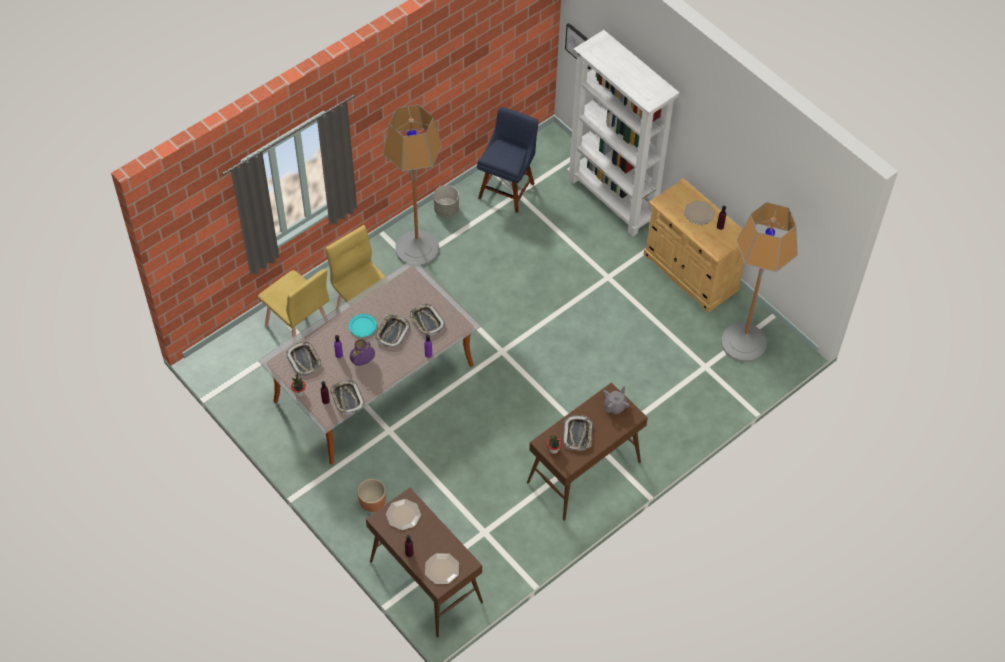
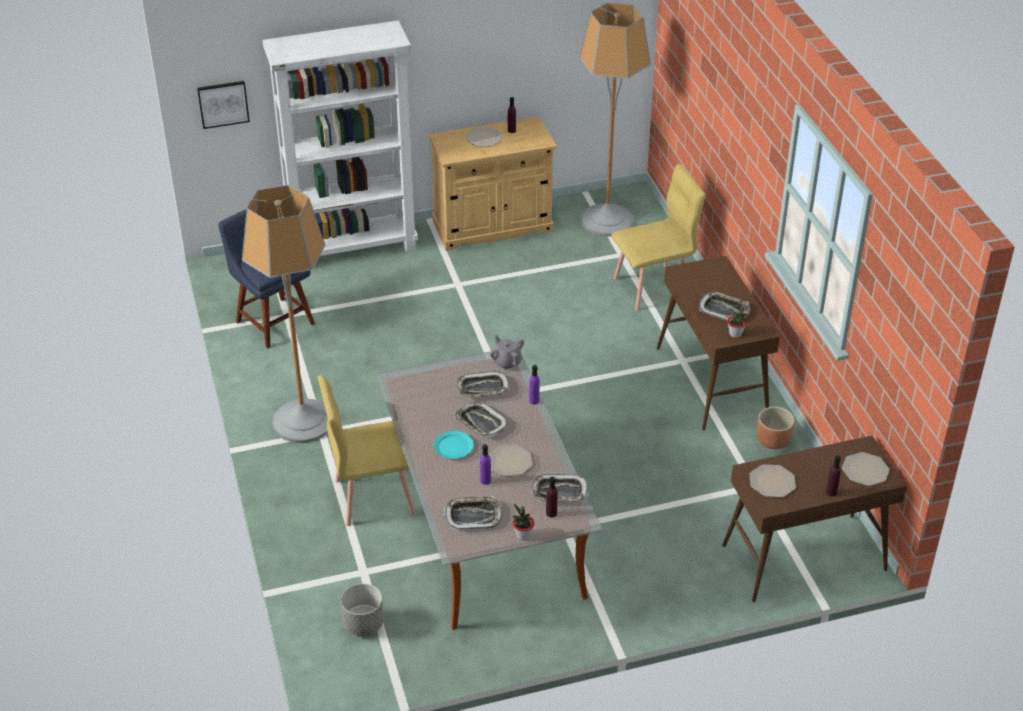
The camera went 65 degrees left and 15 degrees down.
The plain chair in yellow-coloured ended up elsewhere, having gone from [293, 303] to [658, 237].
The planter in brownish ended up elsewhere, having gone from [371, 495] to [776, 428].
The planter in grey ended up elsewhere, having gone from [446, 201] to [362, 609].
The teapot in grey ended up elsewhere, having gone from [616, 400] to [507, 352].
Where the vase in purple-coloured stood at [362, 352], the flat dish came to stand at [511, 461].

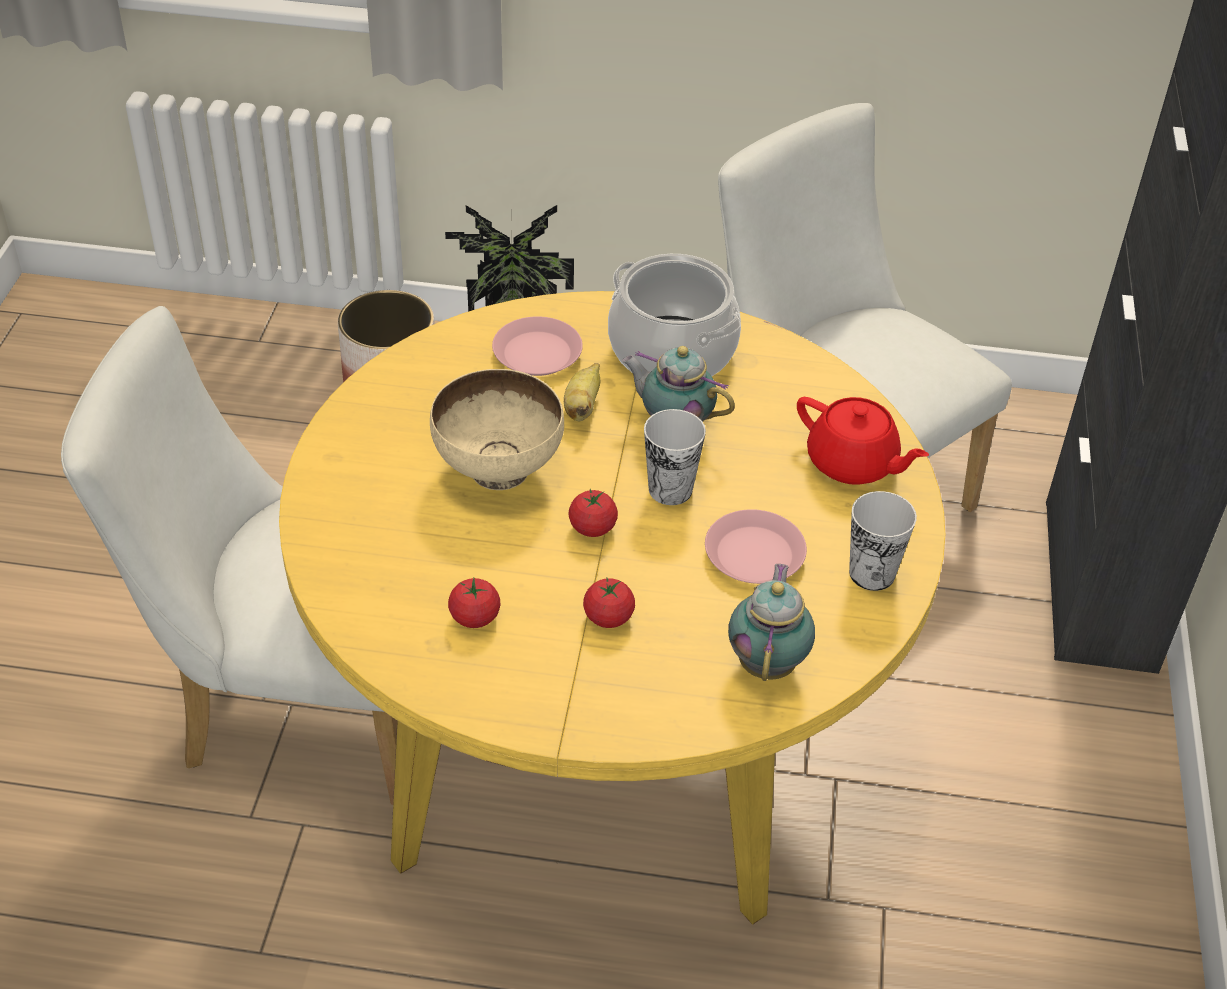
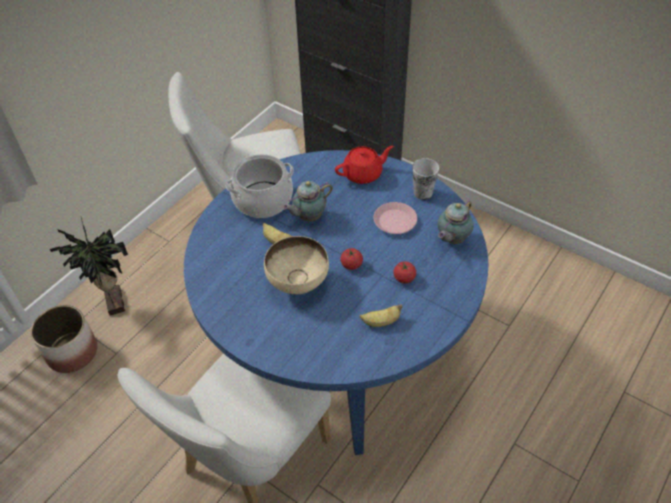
The camera went 60 degrees left and 5 degrees up.
The second view lost the flat dish in pink at [537, 346].
The second view lost the drinking cup at [675, 457].
Where the tomato stood at [474, 603], the banana fruit came to stand at [381, 315].
What was the kitchen table in yellow-coloured at [612, 608] turned into the kitchen table in blue-coloured at [336, 302].
The teapot at [771, 622] ended up facing another way, 90 degrees counterclockwise from before.

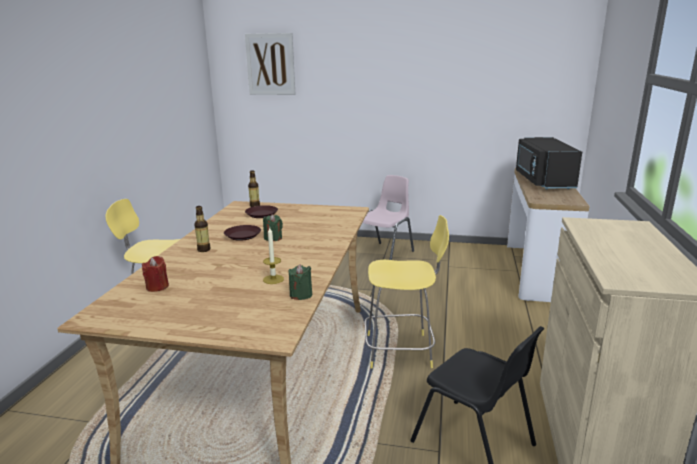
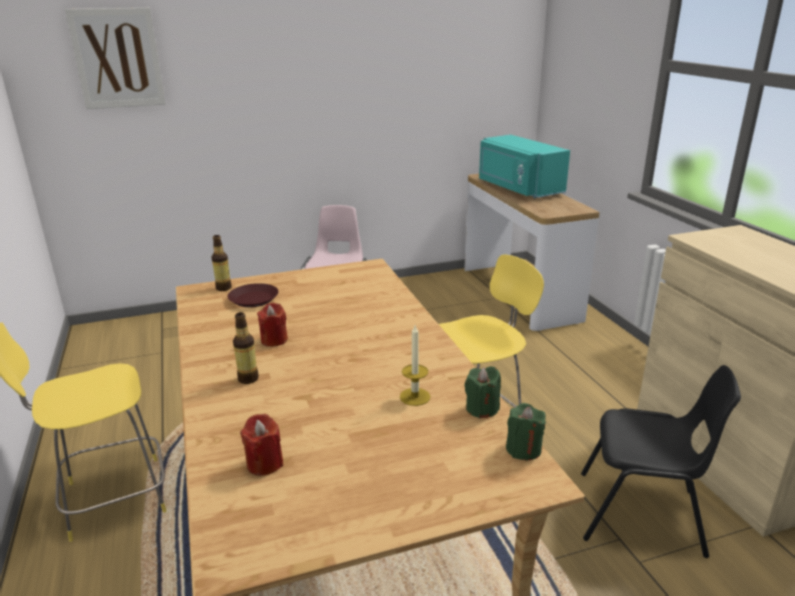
The camera went 30 degrees left and 5 degrees up.
The wax candle in greenish ended up elsewhere, having gone from [273, 227] to [526, 431].
Where the flat dish in brownish stood at [242, 233], the wax candle in red came to stand at [272, 325].
What was the kitchen microwave in black at [549, 163] turned into the kitchen microwave in turquoise at [524, 166].

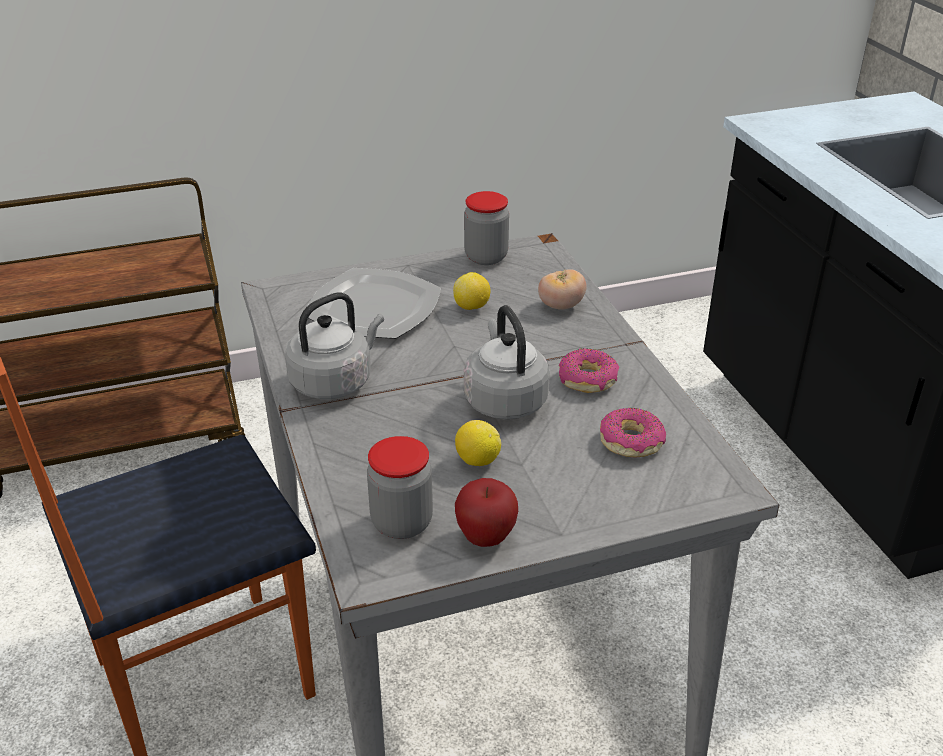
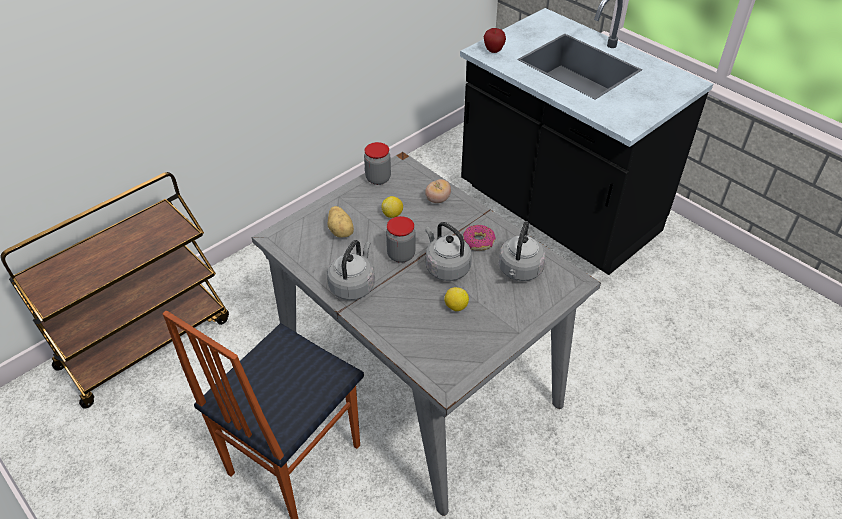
The camera went 25 degrees left and 10 degrees up.
The jar ended up elsewhere, having gone from [400, 487] to [401, 239].
The apple ended up elsewhere, having gone from [486, 512] to [495, 40].
Where the flat dish stood at [374, 303], the whole potato came to stand at [341, 222].
Where the doughnut stood at [633, 433], the tea kettle in grey came to stand at [522, 251].

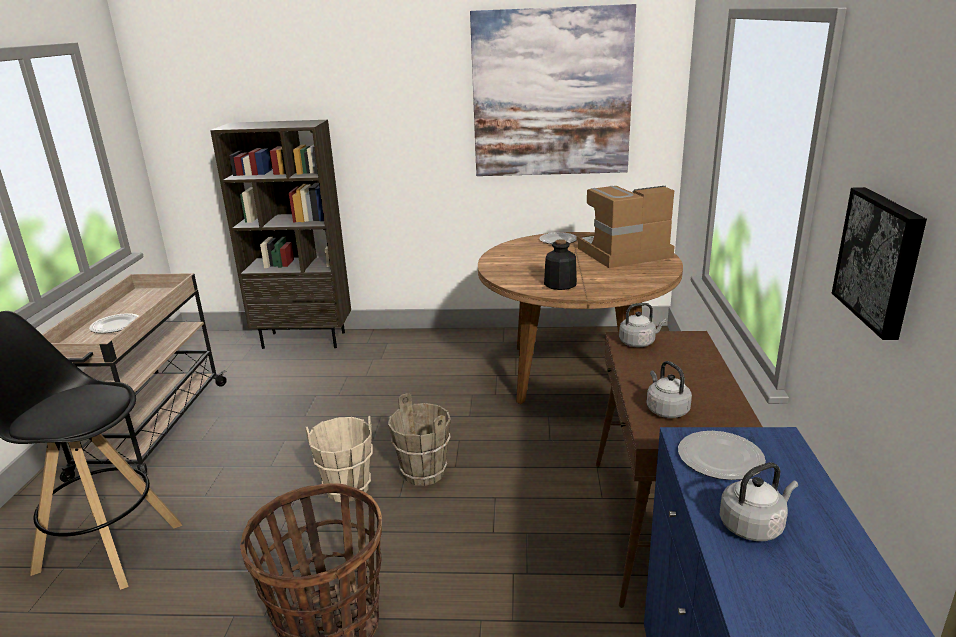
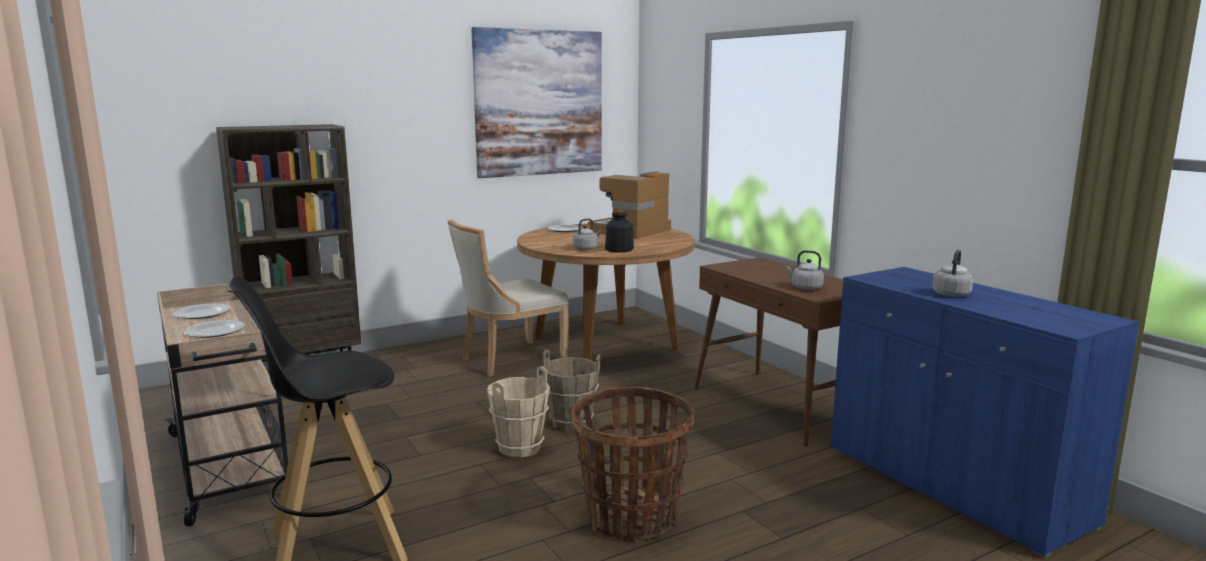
The camera went 35 degrees left and 10 degrees down.
The second view lost the wall picture at [879, 263].
The second view gained the plain chair in beige at [508, 298].
The tea kettle in grey ended up elsewhere, having gone from [642, 325] to [587, 234].
The flat dish ended up elsewhere, having gone from [722, 455] to [202, 311].

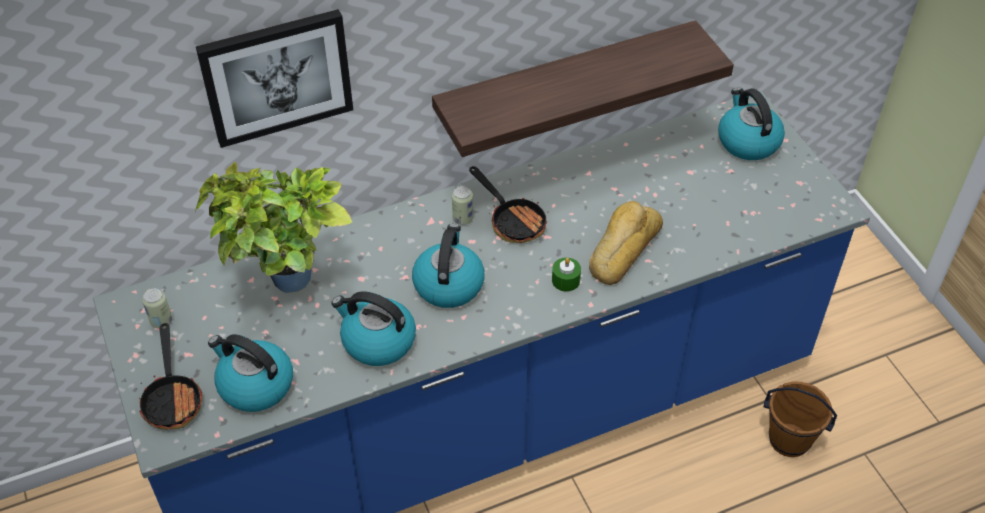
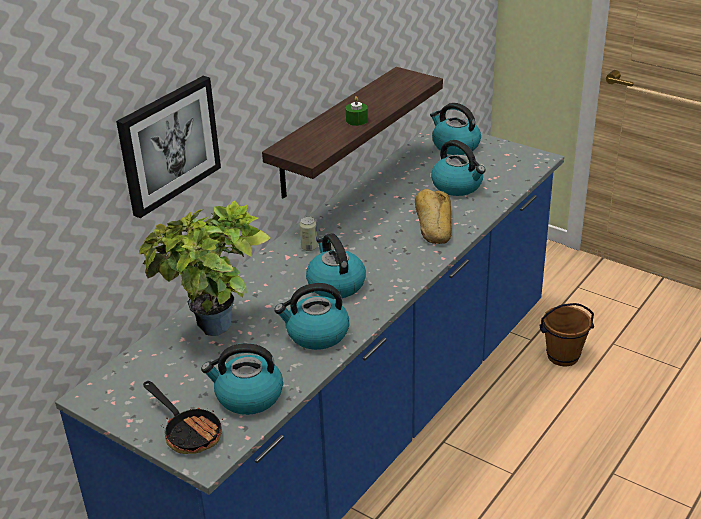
The camera went 30 degrees left and 15 degrees down.
The second view lost the can at [157, 308].
The second view lost the skillet at [509, 204].
The second view gained the tea kettle at [458, 168].
The wax candle in greenish ended up elsewhere, having gone from [566, 275] to [357, 111].

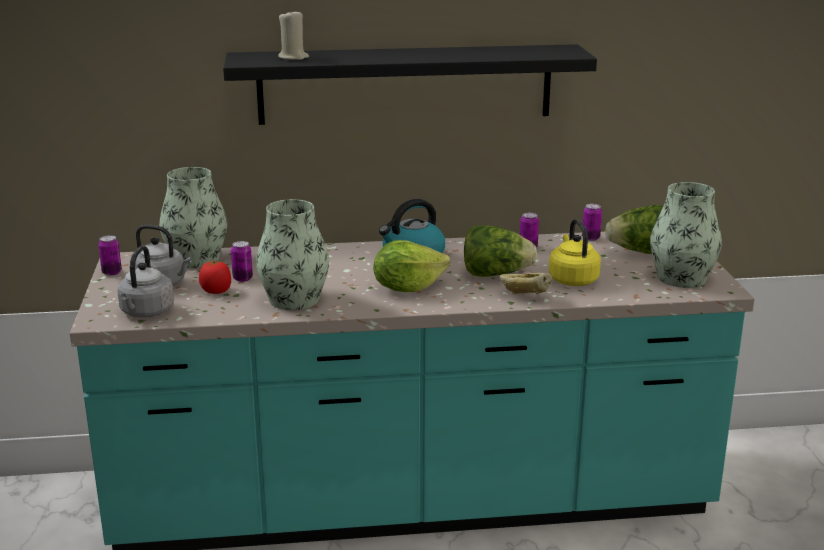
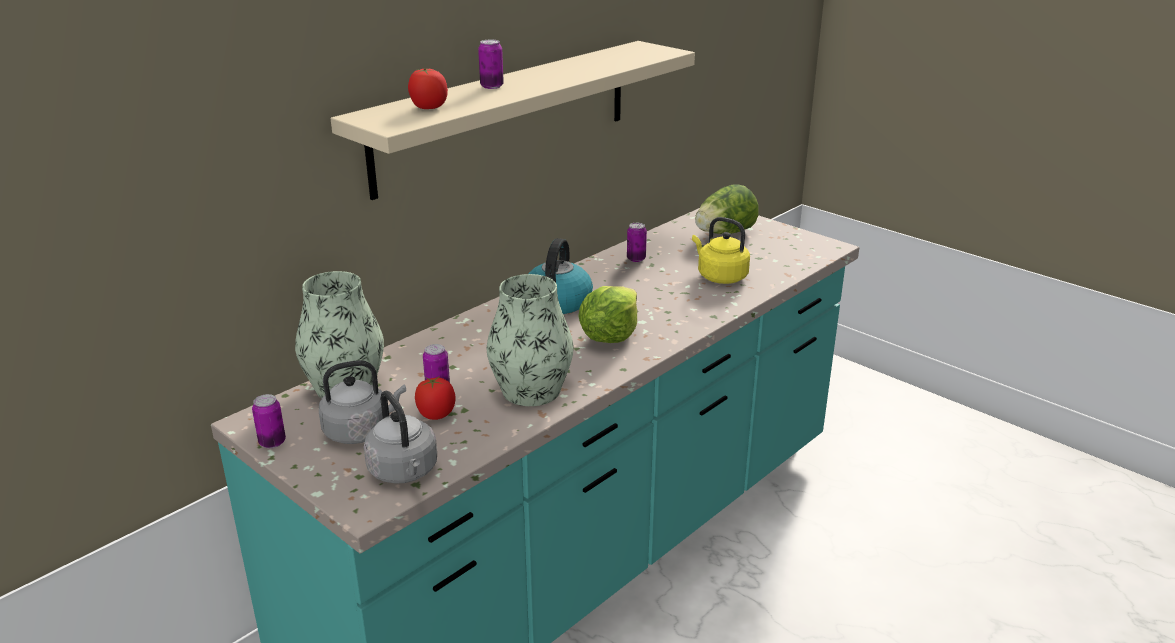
The camera went 40 degrees left and 5 degrees up.
The second view lost the head of lettuce at [500, 251].
The second view lost the baked bread at [526, 283].
The second view lost the vase at [686, 235].
The can ended up elsewhere, having gone from [592, 222] to [491, 64].
Where the wax candle in beige stood at [293, 34], the tomato came to stand at [428, 88].
What was the shelf in black at [410, 84] turned into the shelf in beige at [513, 120].

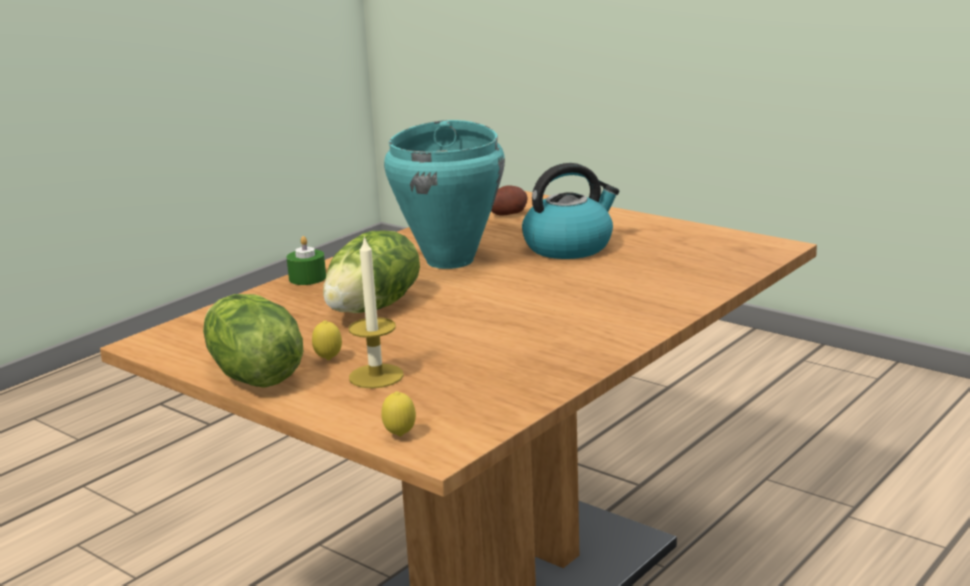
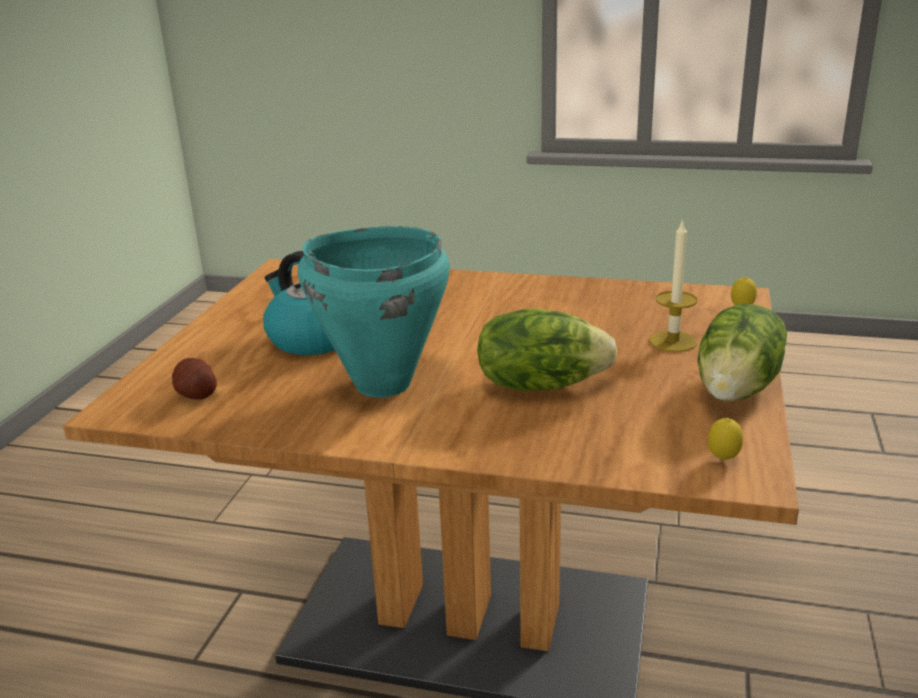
The camera went 115 degrees left and 5 degrees up.
The second view lost the wax candle in greenish at [306, 260].
The lemon ended up elsewhere, having gone from [327, 340] to [725, 439].

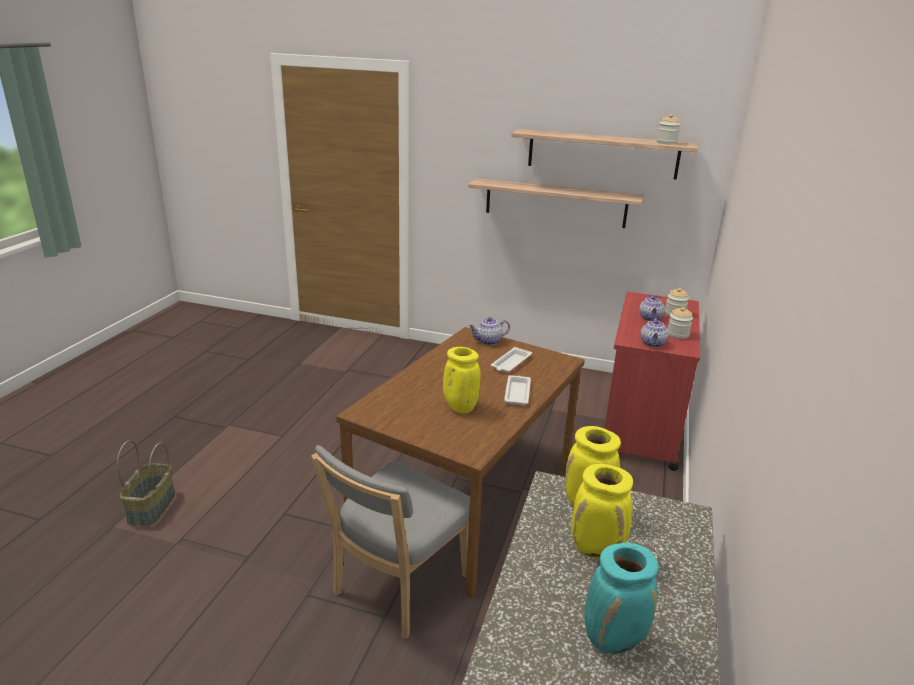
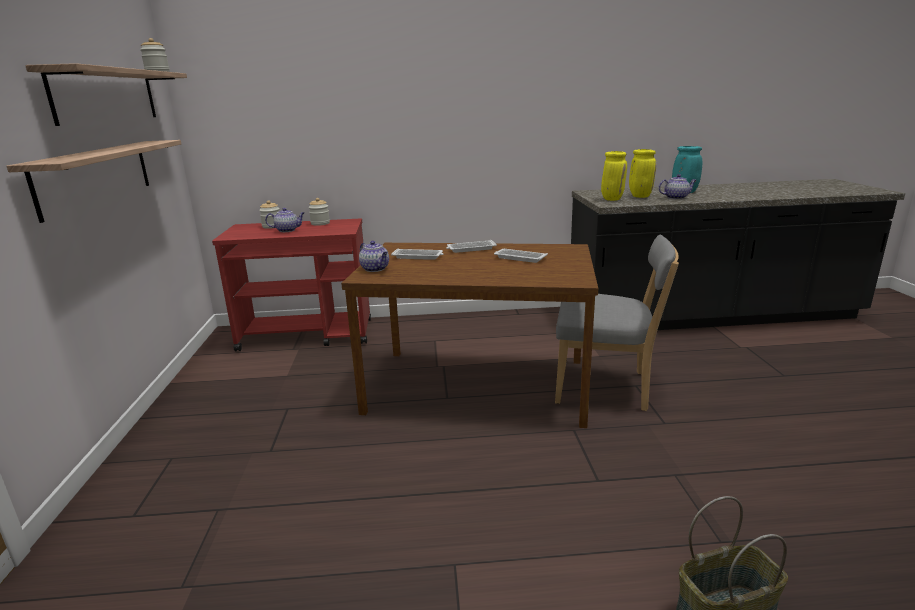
The camera went 110 degrees left and 5 degrees down.
The teapot ended up elsewhere, having gone from [654, 332] to [677, 186].
Where the vase in yellow-coloured stood at [462, 380], the serving tray in white-coloured came to stand at [521, 256].

